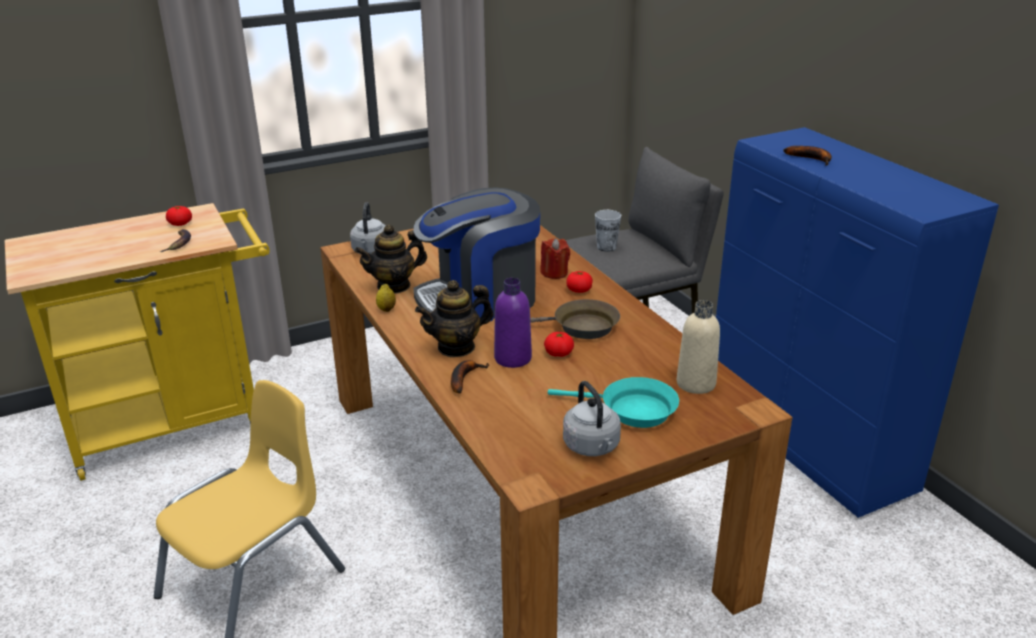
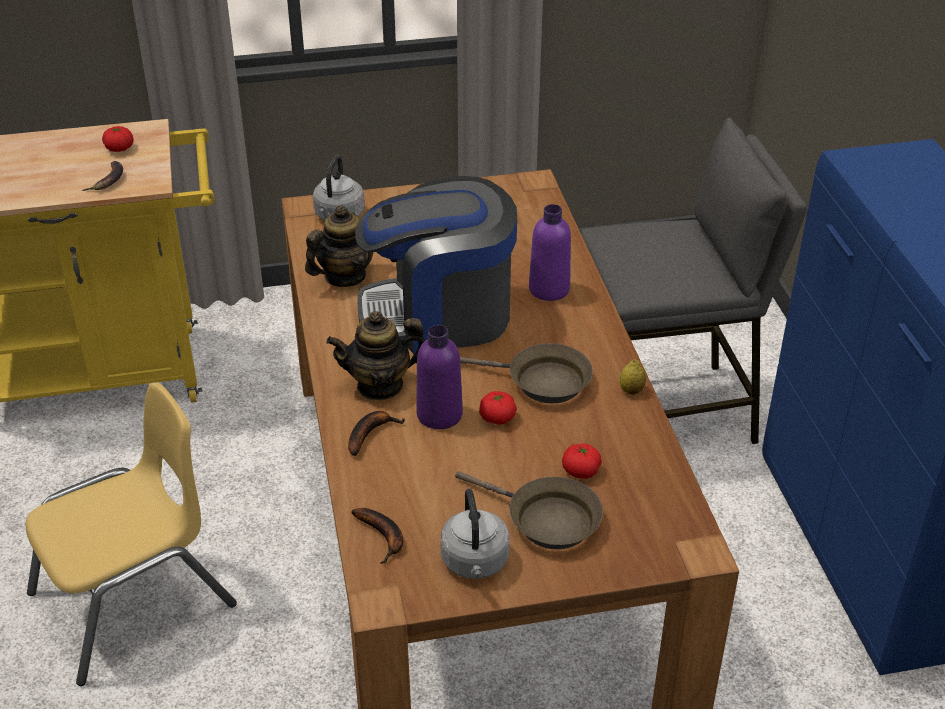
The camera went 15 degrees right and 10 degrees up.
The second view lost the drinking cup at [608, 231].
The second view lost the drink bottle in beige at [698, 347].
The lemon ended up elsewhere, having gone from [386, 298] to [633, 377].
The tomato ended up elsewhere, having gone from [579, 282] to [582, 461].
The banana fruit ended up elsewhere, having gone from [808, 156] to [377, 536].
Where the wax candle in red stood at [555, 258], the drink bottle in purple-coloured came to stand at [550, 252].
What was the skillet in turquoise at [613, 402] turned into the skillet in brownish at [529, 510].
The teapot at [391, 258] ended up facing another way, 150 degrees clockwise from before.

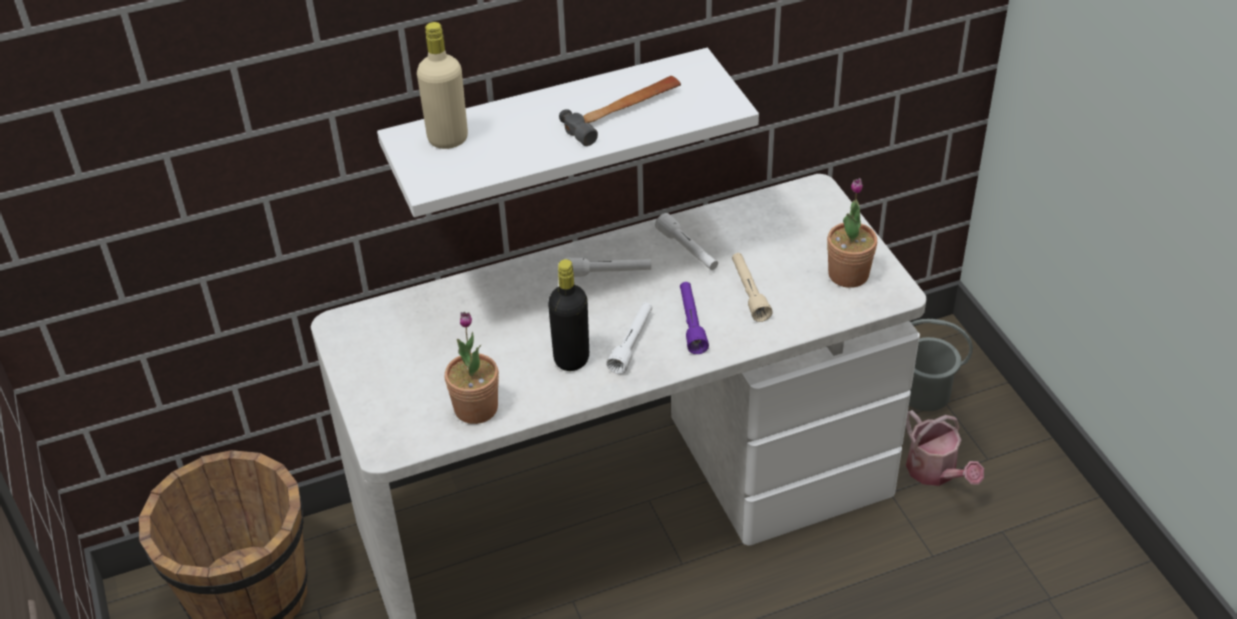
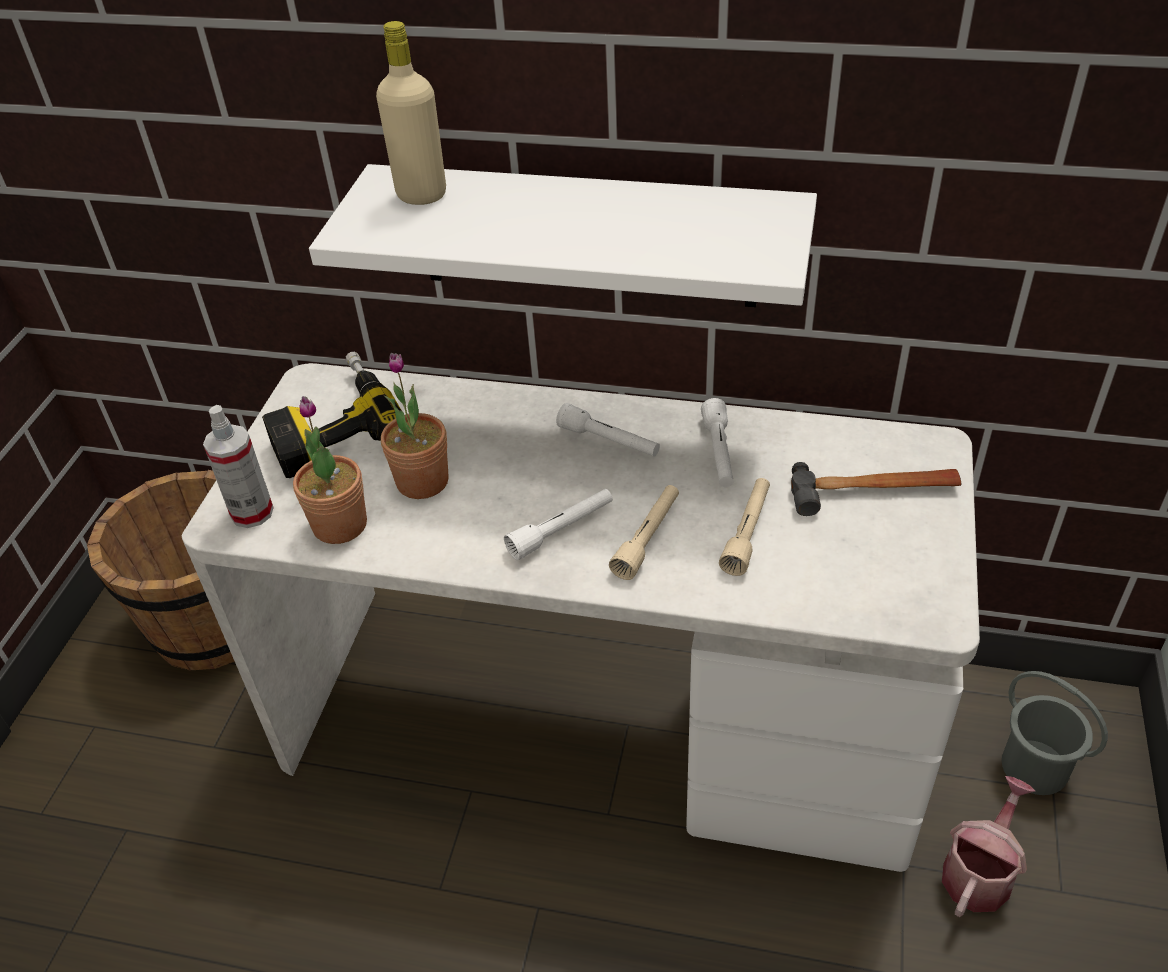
The camera went 35 degrees right and 0 degrees up.
The second view lost the drink bottle in black at [568, 315].
The second view gained the spray bottle at [238, 466].
The second view gained the drill at [332, 415].
The tool hammer ended up elsewhere, having gone from [620, 111] to [876, 489].
The houseplant ended up elsewhere, having gone from [852, 233] to [415, 426].
What was the flashlight in purple-coloured at [694, 318] turned into the flashlight in beige at [644, 532].
The watering pot at [945, 448] ended up facing another way, 150 degrees counterclockwise from before.

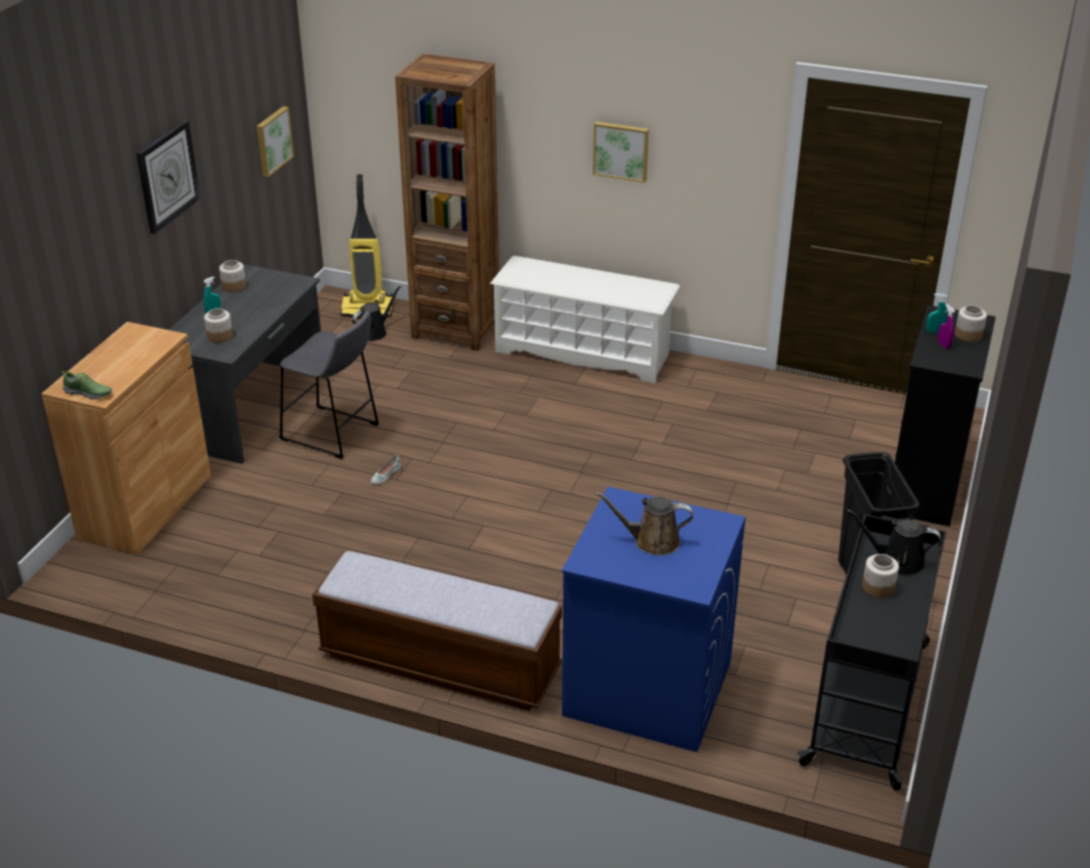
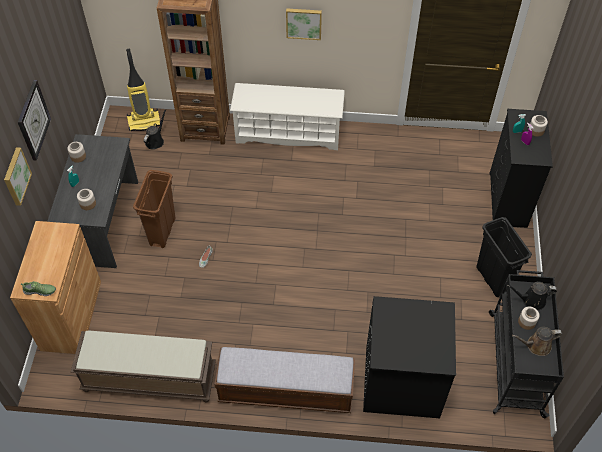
The camera went 15 degrees left and 20 degrees up.
The second view gained the bench in brownish at [143, 366].
The wall picture ended up elsewhere, having gone from [275, 141] to [18, 176].
The watering pot in brownish ended up elsewhere, having gone from [644, 524] to [537, 341].
Where the stool in grey stood at [329, 385], the waste bin in brownish came to stand at [154, 209].
What was the washing machine in blue-coloured at [654, 619] turned into the washing machine in black at [409, 357].

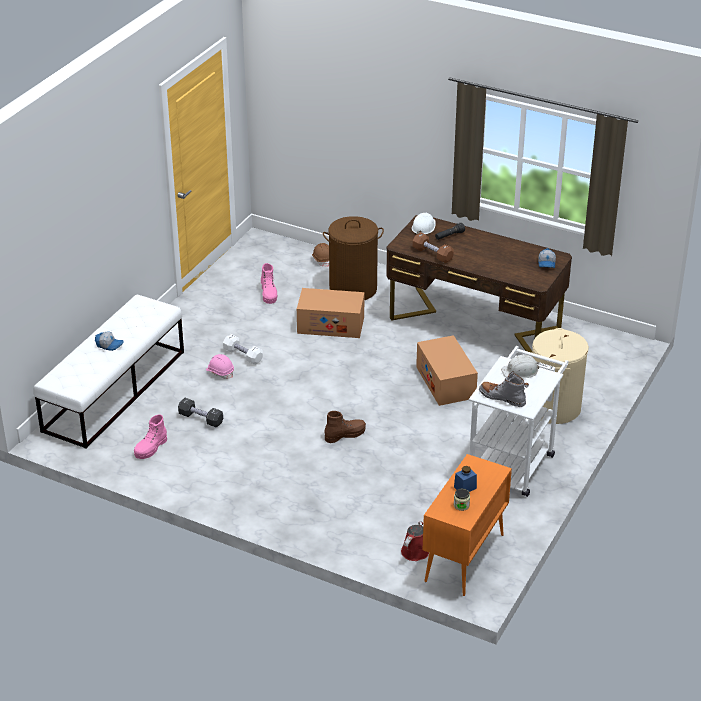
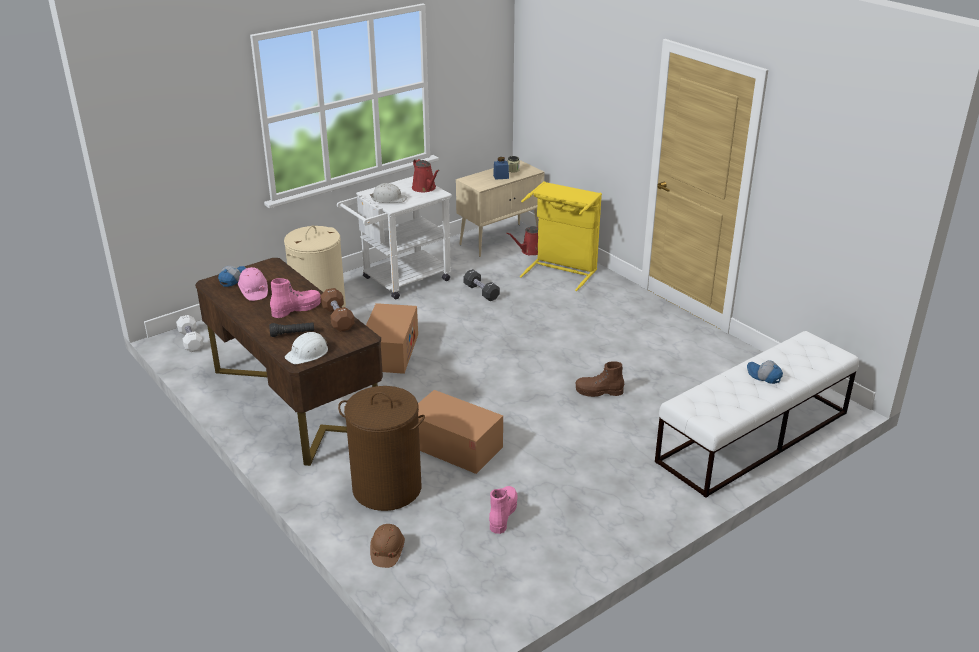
The camera went 155 degrees left and 5 degrees down.
The second view gained the washing basket in yellow-coloured at [561, 236].
The tall boot in pink ended up elsewhere, having gone from [150, 436] to [295, 298].
The free weight in black ended up elsewhere, having gone from [200, 413] to [481, 285].
The hard hat in pink ended up elsewhere, having gone from [220, 366] to [253, 284].
The free weight in white-coloured ended up elsewhere, having gone from [243, 349] to [190, 333].
The tall boot in brownish ended up elsewhere, having gone from [345, 427] to [600, 379].
Where the tall boot in grey stood at [504, 389], the watering pot in red came to stand at [426, 175].
What was the cupboard in orange-coloured at [467, 525] turned into the cupboard in beige at [500, 208].

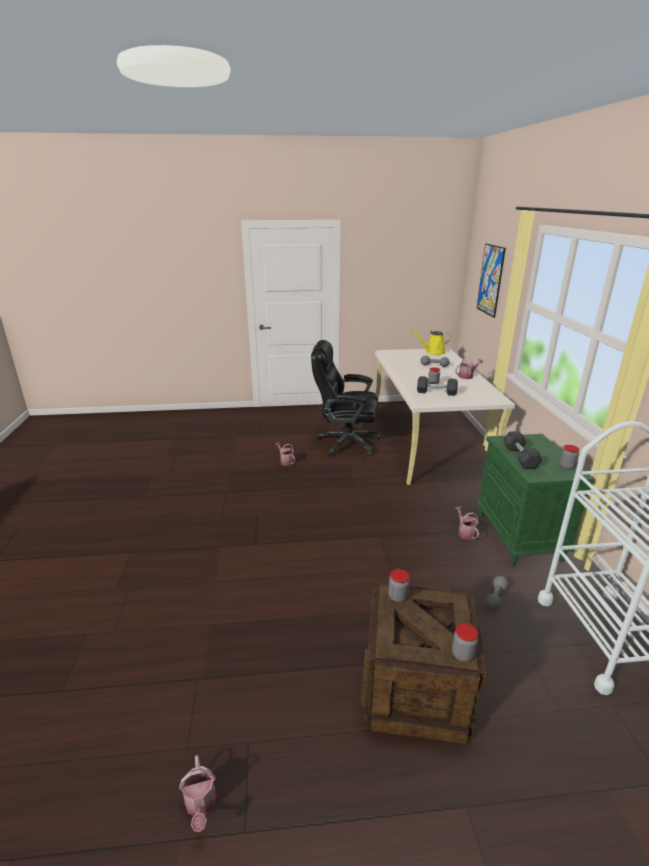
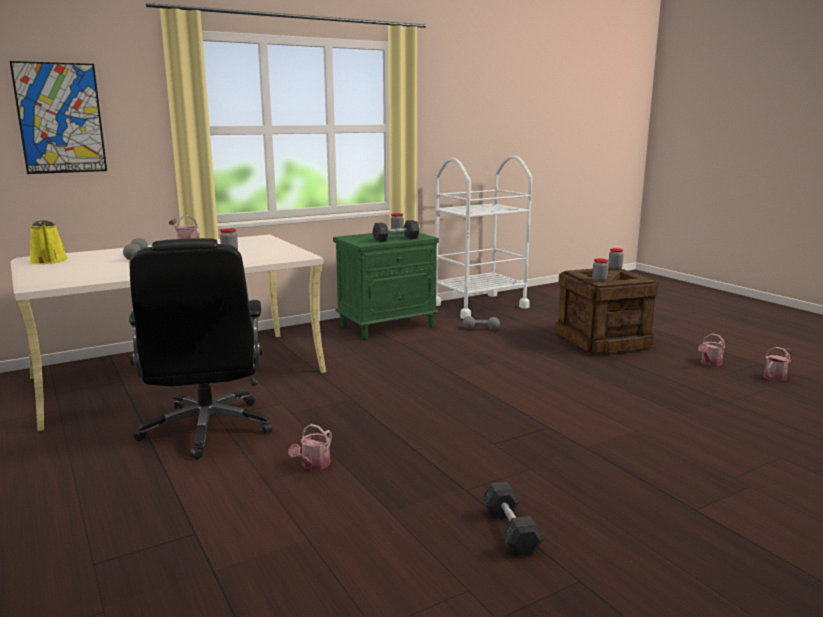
The camera went 115 degrees left and 10 degrees down.
The free weight in grey ended up elsewhere, having gone from [437, 386] to [513, 519].
The watering pot ended up elsewhere, having gone from [467, 523] to [711, 350].

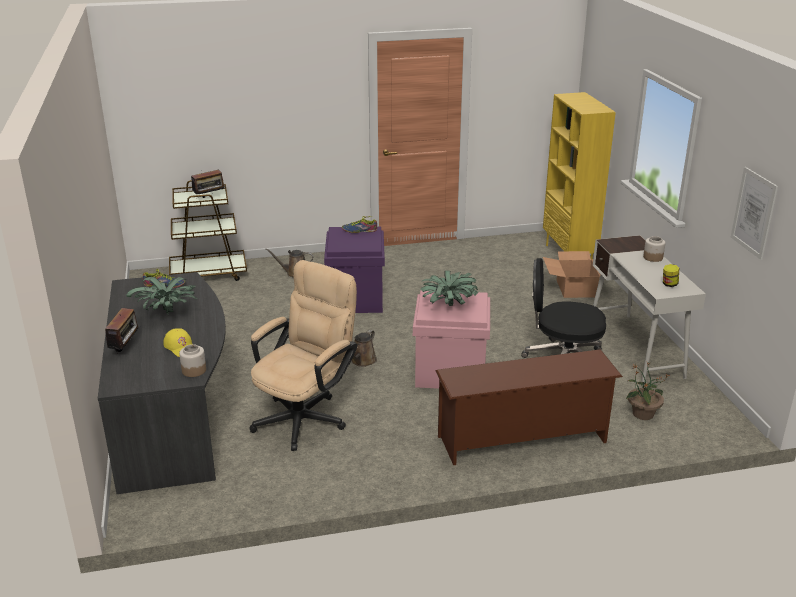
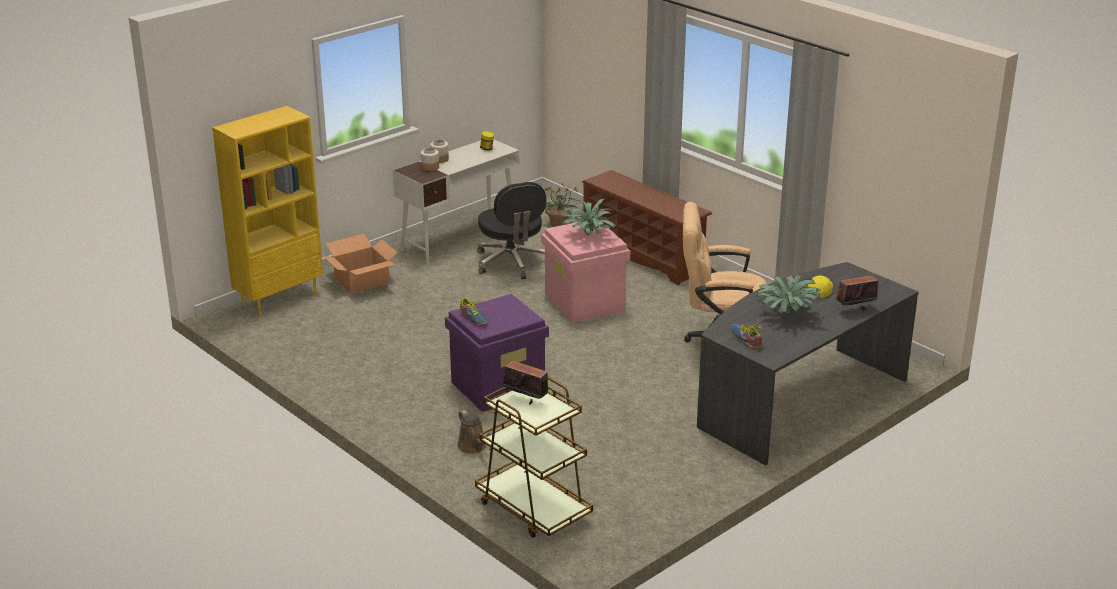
The camera went 120 degrees left and 0 degrees up.
The second view lost the watering pot in brownish at [364, 348].
The second view lost the wall picture at [754, 213].
The jar ended up elsewhere, having gone from [192, 360] to [430, 159].

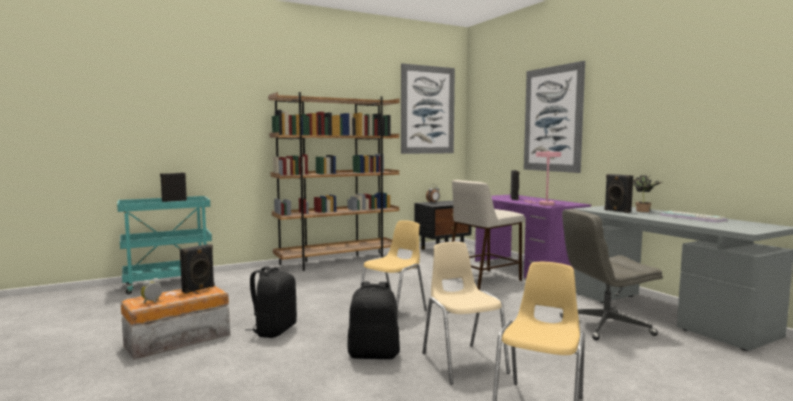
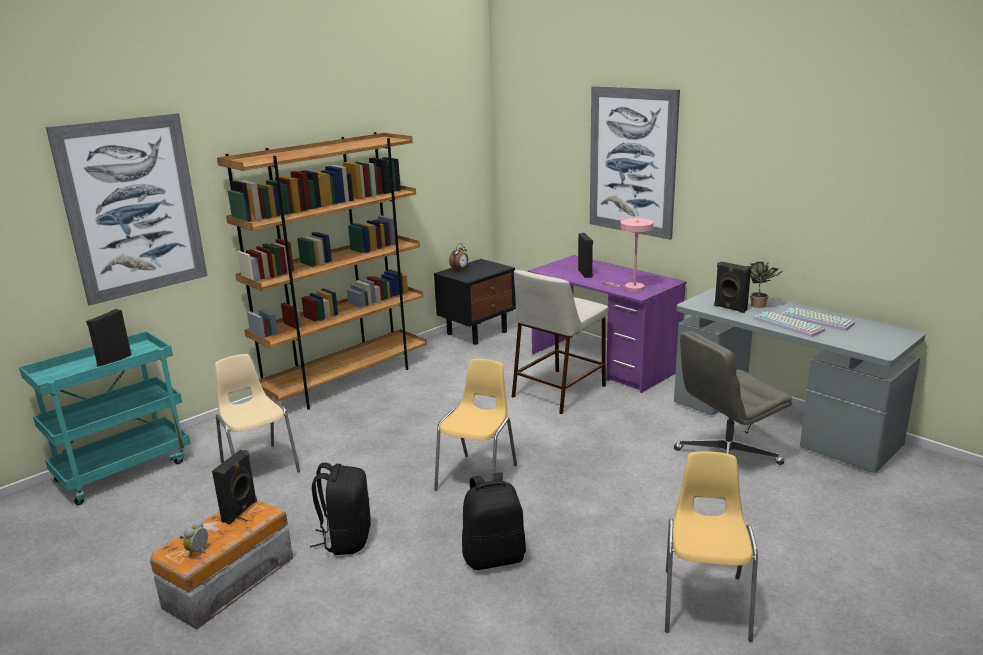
The camera went 15 degrees left and 15 degrees up.
The second view gained the computer keyboard at [789, 324].
The wall picture ended up elsewhere, having gone from [428, 108] to [126, 209].
The plain chair in beige ended up elsewhere, having gone from [466, 313] to [257, 413].

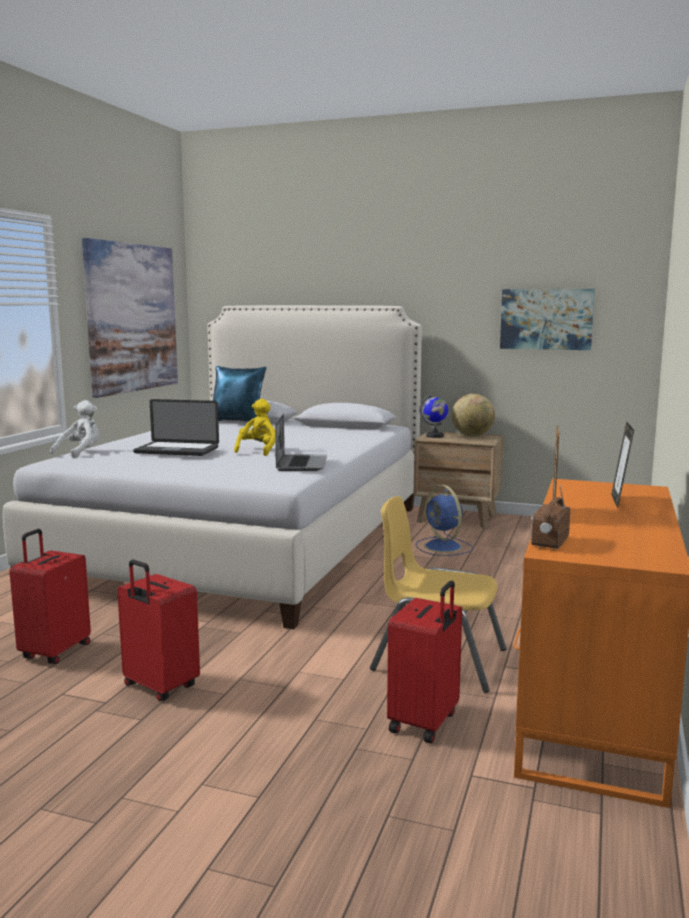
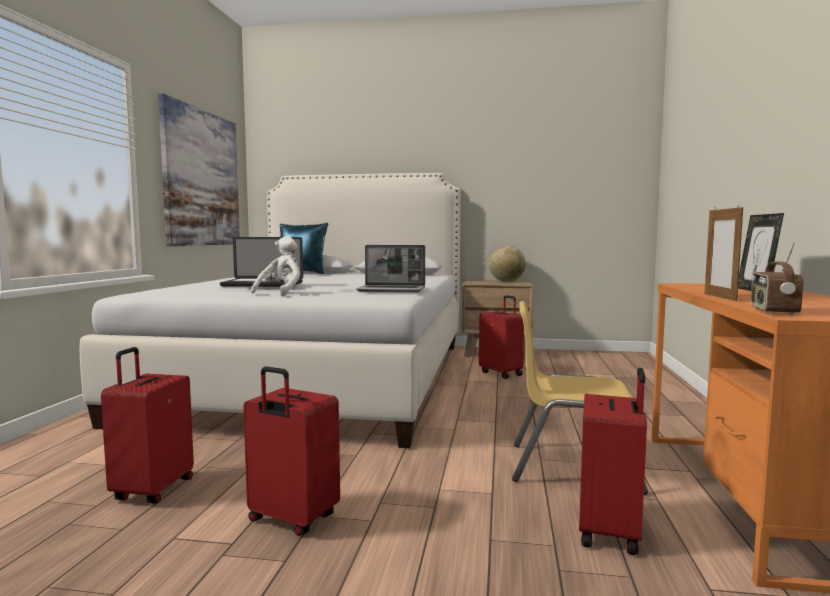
The camera went 10 degrees left and 5 degrees down.
The second view lost the plush toy in yellow-coloured at [254, 427].
The second view lost the desk globe at [433, 416].
The second view lost the wall picture at [547, 319].
The plush toy in white-coloured ended up elsewhere, having gone from [75, 429] to [275, 266].
Where the cooling fan in blue-coloured stood at [444, 520], the suitcase in red came to stand at [501, 337].
The notebook computer at [301, 442] ended up facing another way, 105 degrees clockwise from before.

